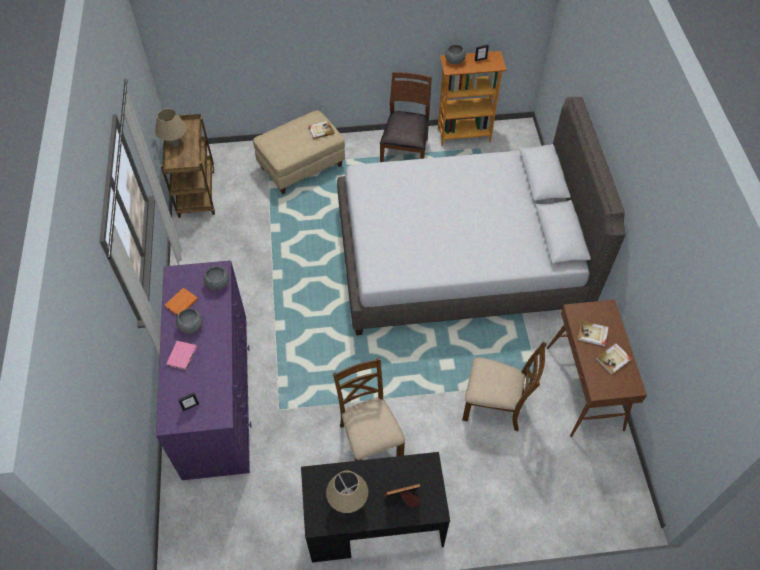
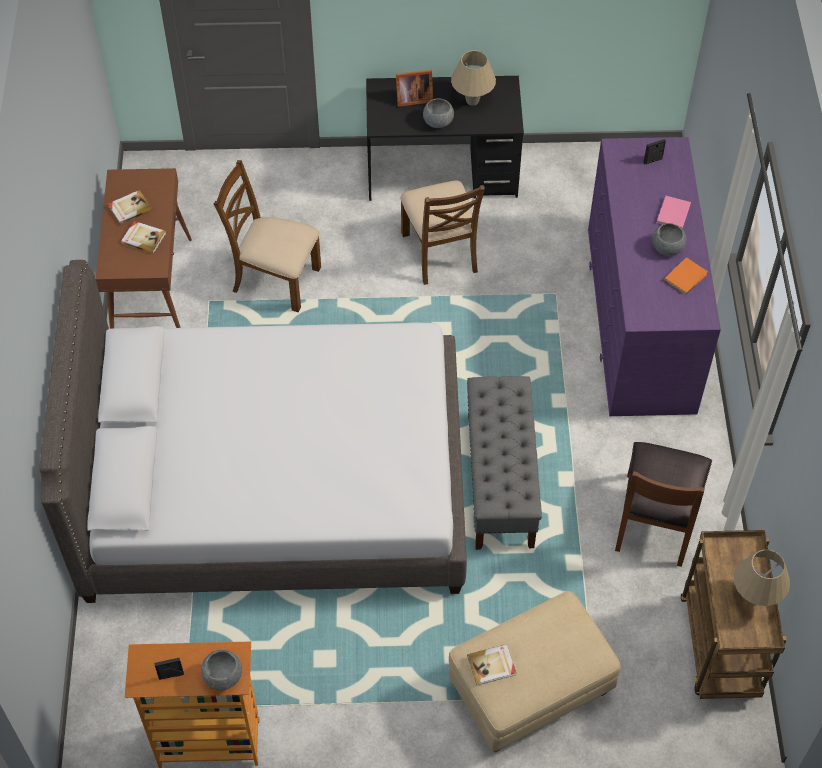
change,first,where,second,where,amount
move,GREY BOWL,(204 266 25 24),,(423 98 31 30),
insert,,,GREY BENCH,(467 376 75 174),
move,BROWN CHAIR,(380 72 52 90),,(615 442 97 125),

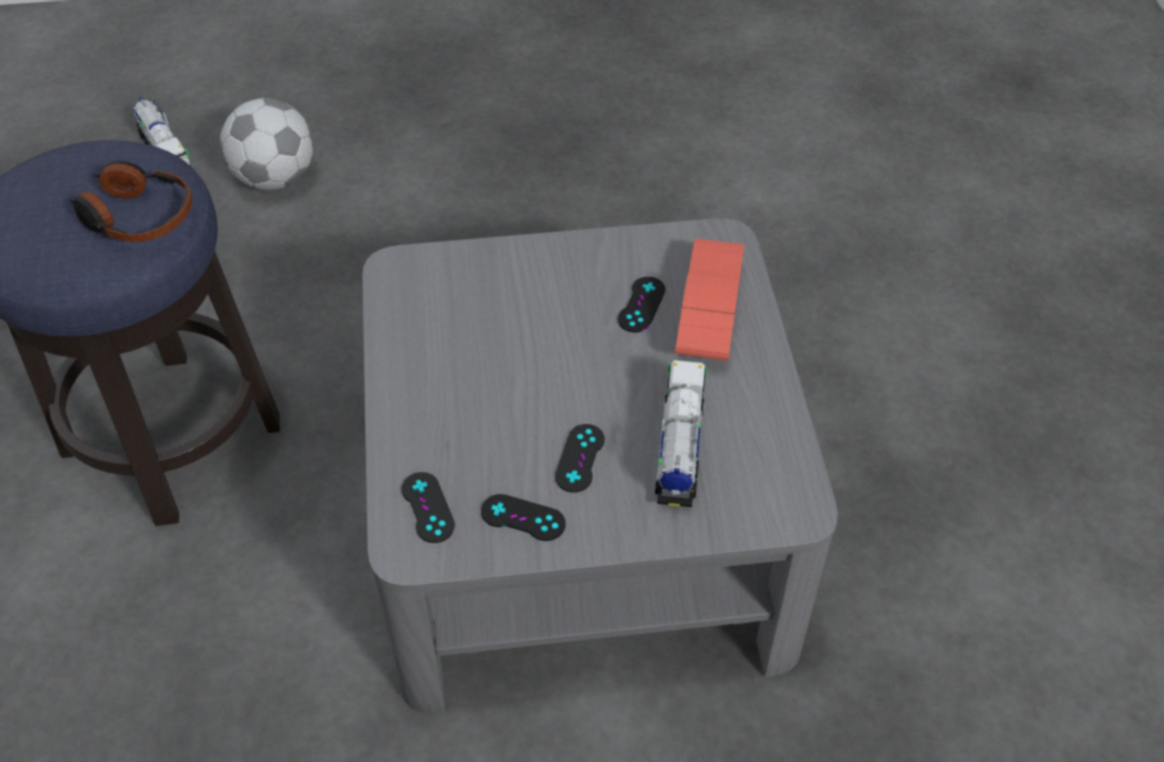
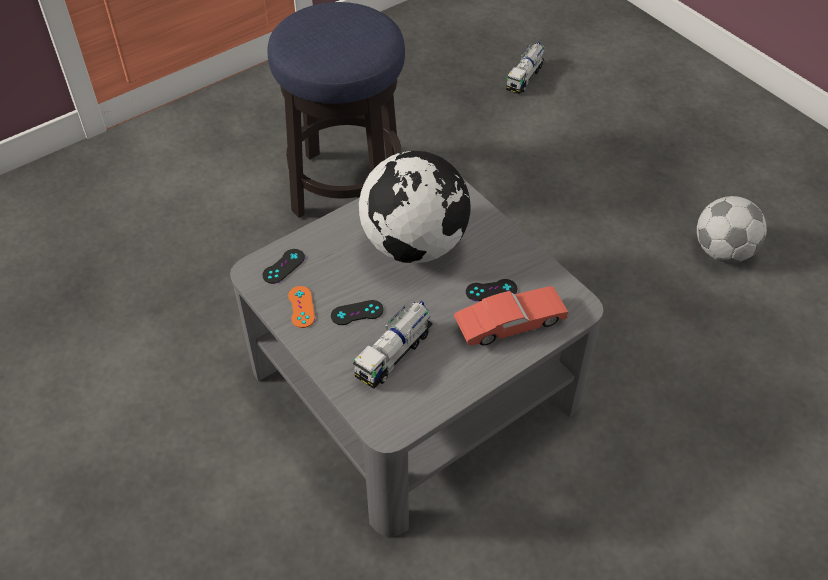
change,first,where,second,where,amount
recolor,BLACK GAME CONTROLLER,(481 494 85 47),ORANGE GAME CONTROLLER,(288 286 27 42),
rotate,TOY TRUCK,(655 360 52 147),,(353 301 80 88),150 degrees clockwise
insert,,,GLOBE,(359 150 112 113),
move,FOOTBALL,(220 98 93 92),,(697 196 70 67),
delete,HEADPHONES,(69 161 123 81),,,

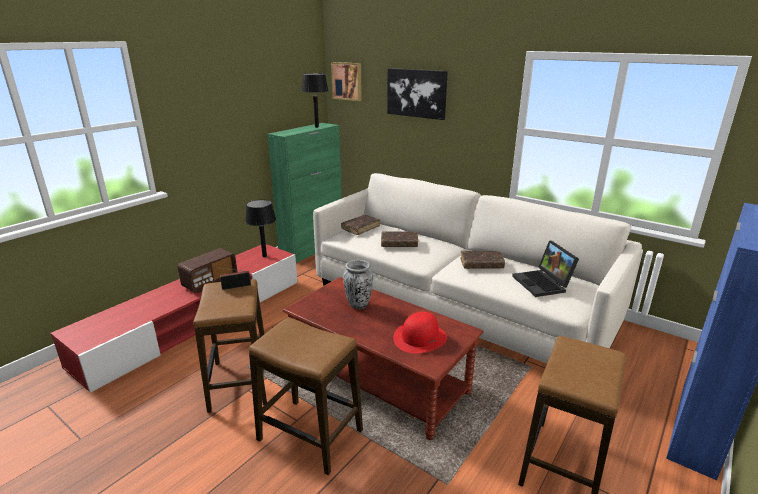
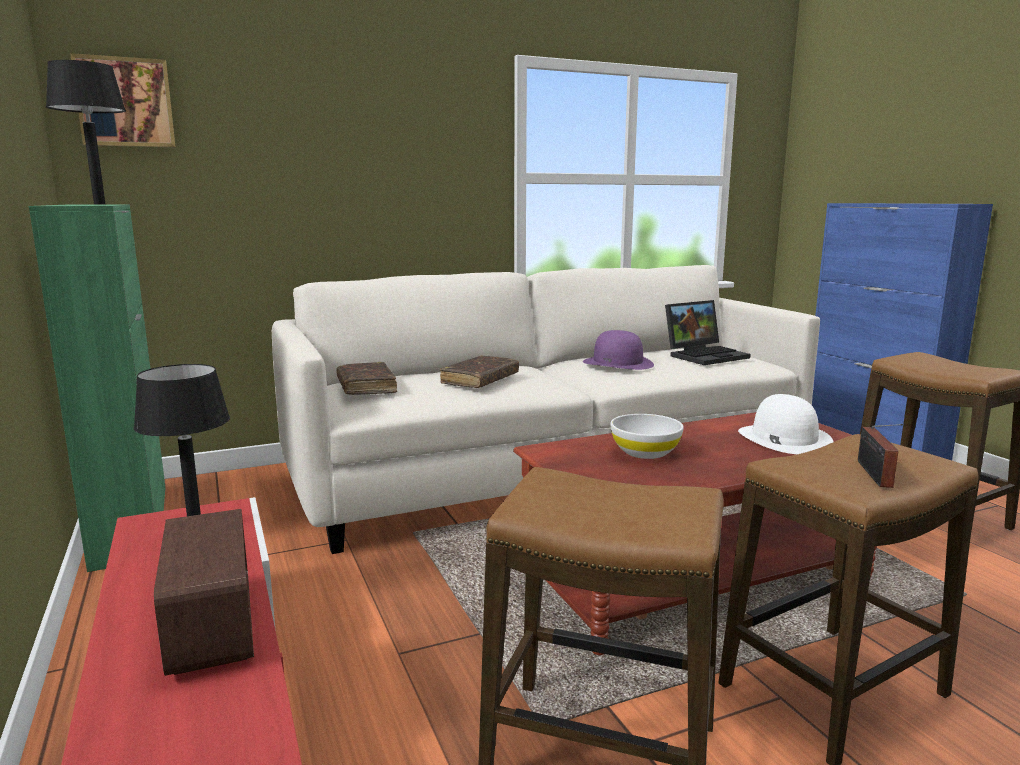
change,first,where,second,where,amount
replace,BROWN BOOK,(460 251 45 18),PURPLE HAT,(583 330 71 40),
replace,VASE,(343 260 30 49),WHITE BOWL,(610 414 74 45),
rotate,LAPTOP,(512 240 67 57),,(665 300 86 65),45 degrees counterclockwise
recolor,RED HAT,(393 312 54 42),WHITE HAT,(738 394 96 60),
move,RADIO,(215 267 36 23),,(858 424 45 64),
delete,PICTURE,(387 68 61 52),,,

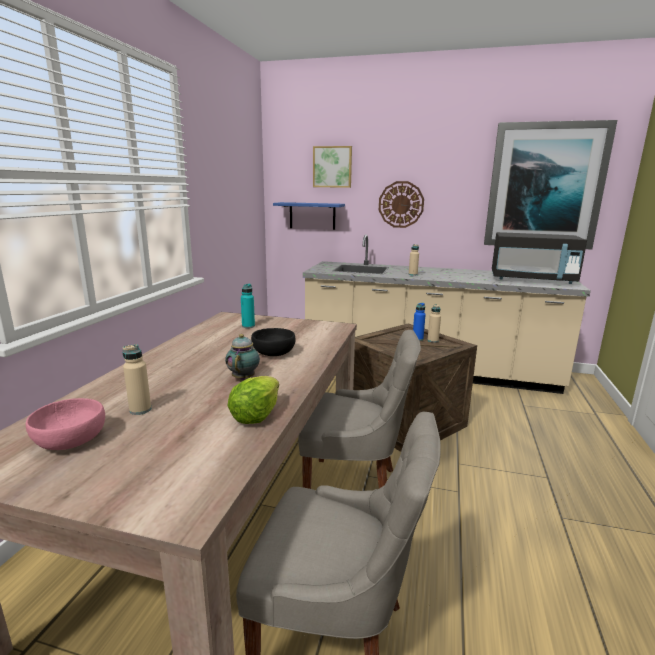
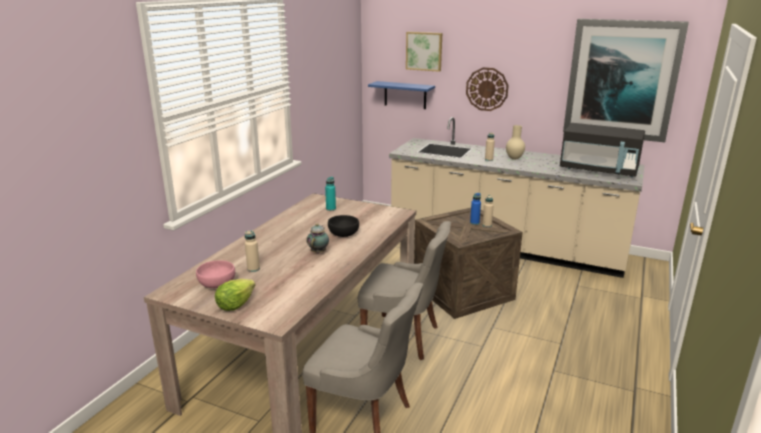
change,first,where,second,where,amount
move,LETTUCE,(228 376 51 48),,(215 279 40 32),
insert,,,BEIGE VASE,(506 125 19 35),

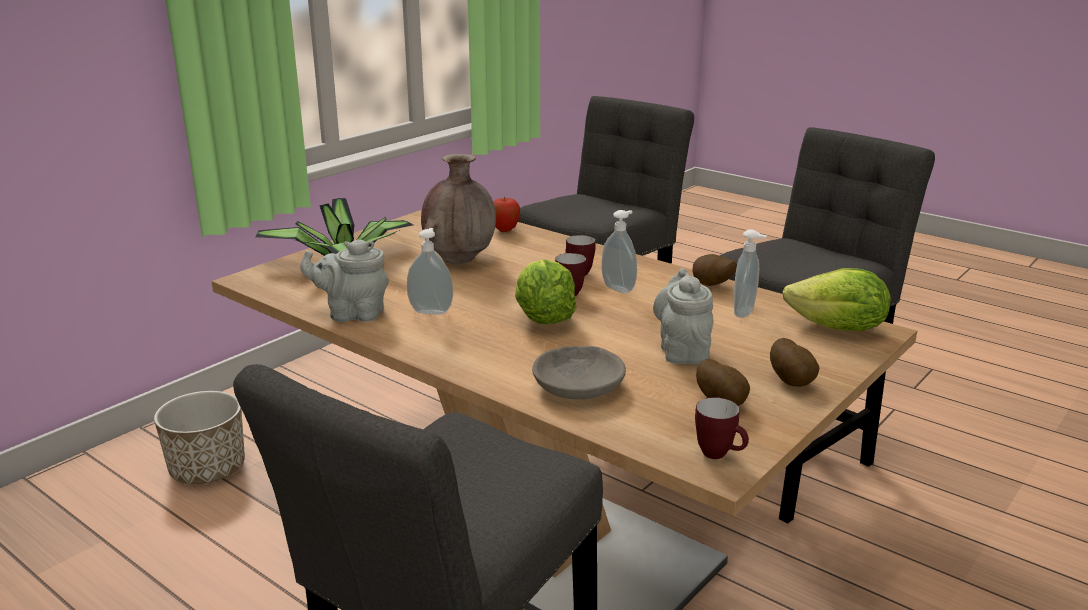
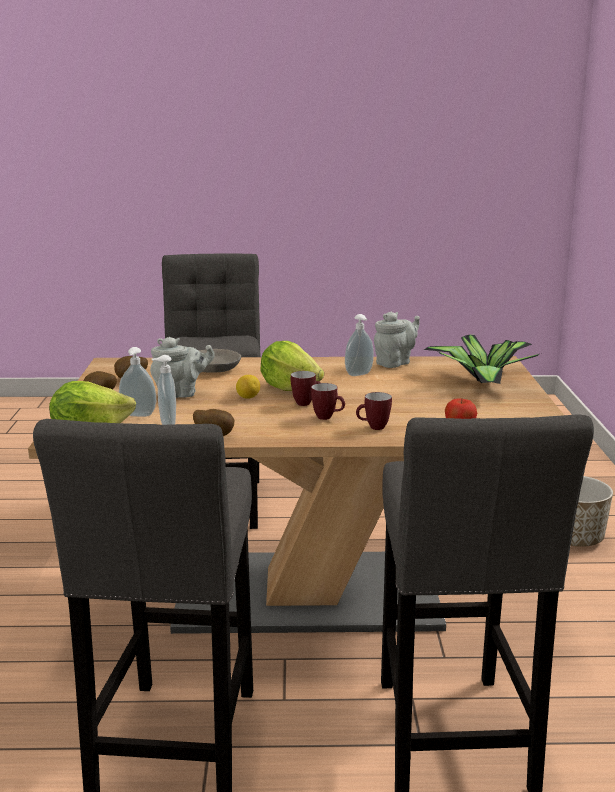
change,first,where,second,where,amount
move,SOAP DISPENSER,(601 210 36 83),,(119 347 37 70),
rotate,GREY TEAPOT,(653 268 60 96),,(150 337 65 61),60 degrees counterclockwise
insert,,,LEMON,(236 375 24 24),
move,MUG,(695 397 54 62),,(356 392 36 38),
delete,BROWN VASE,(421 154 75 110),,,

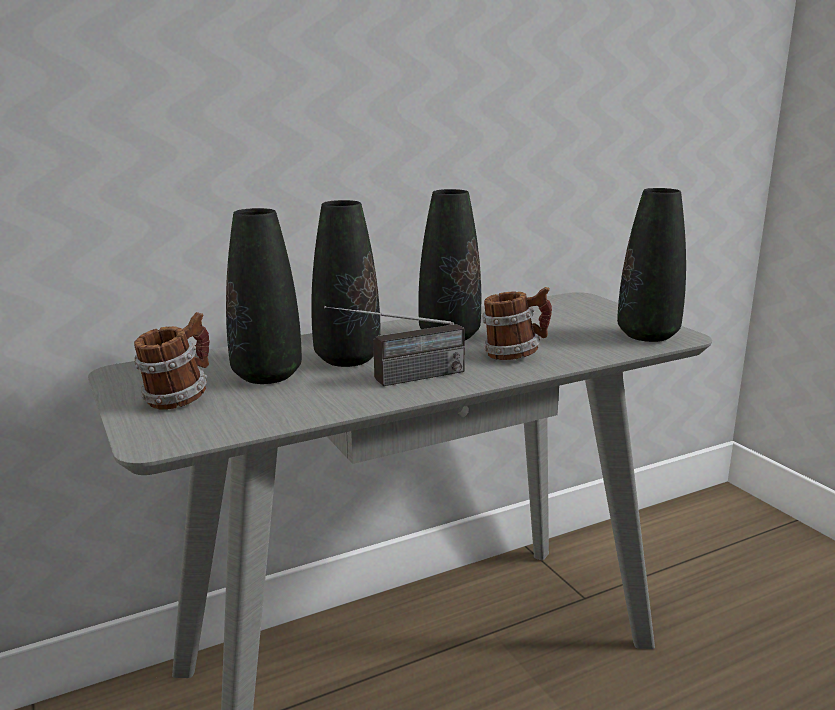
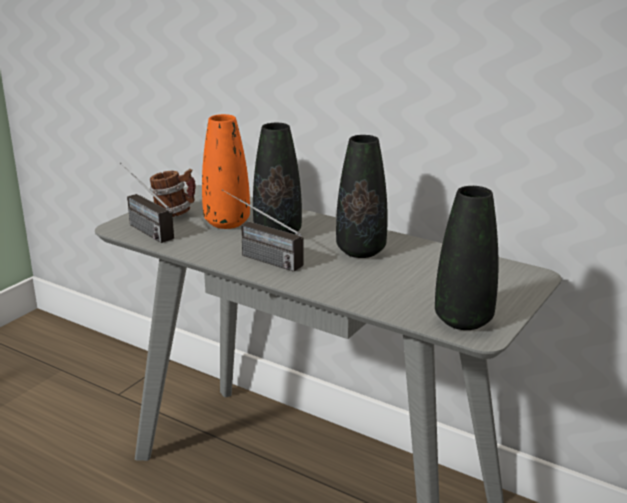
change,first,where,second,where,amount
insert,,,RADIO,(120 163 54 80),
recolor,BLACK VASE,(226 208 76 176),ORANGE VASE,(202 114 48 115),
delete,MUG,(482 287 70 73),,,

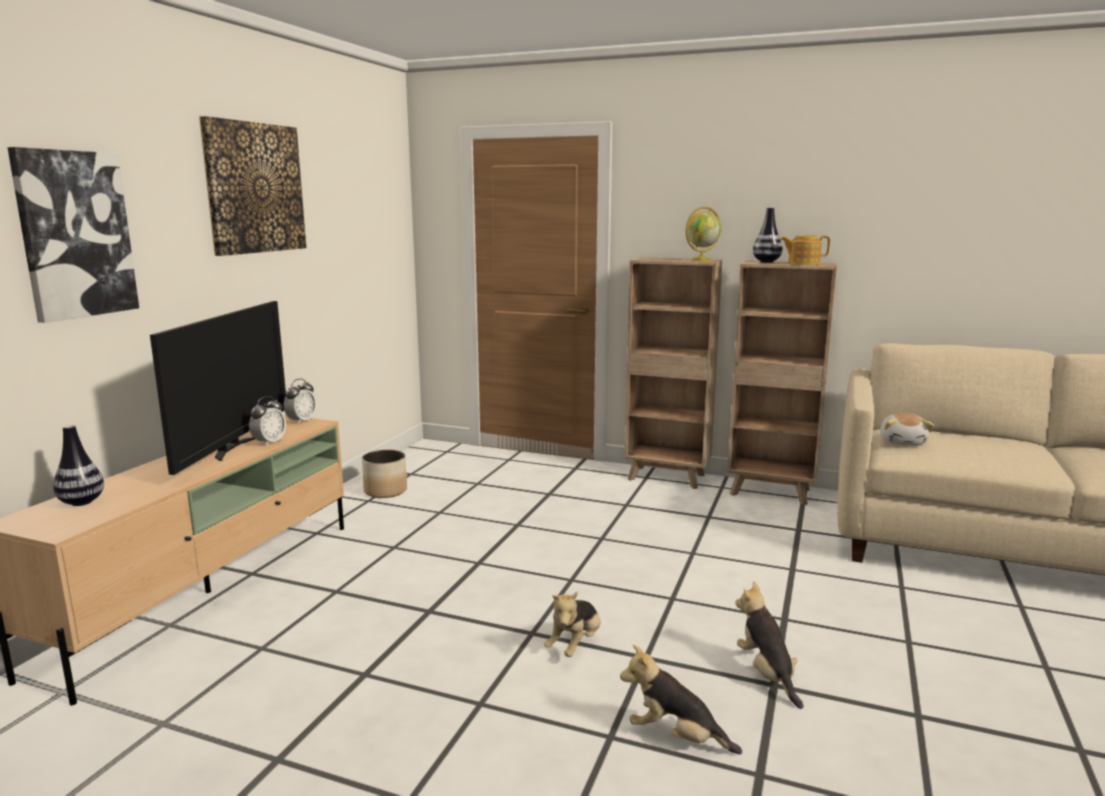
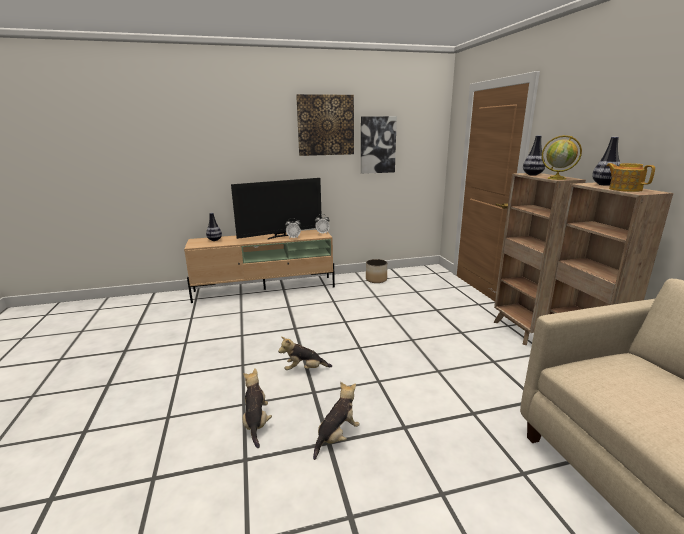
change,first,where,second,where,amount
move,PICTURE,(7 147 132 176),,(361 116 36 58),
insert,,,VASE,(523 135 22 41),
delete,PLUSH TOY,(880 413 54 33),,,

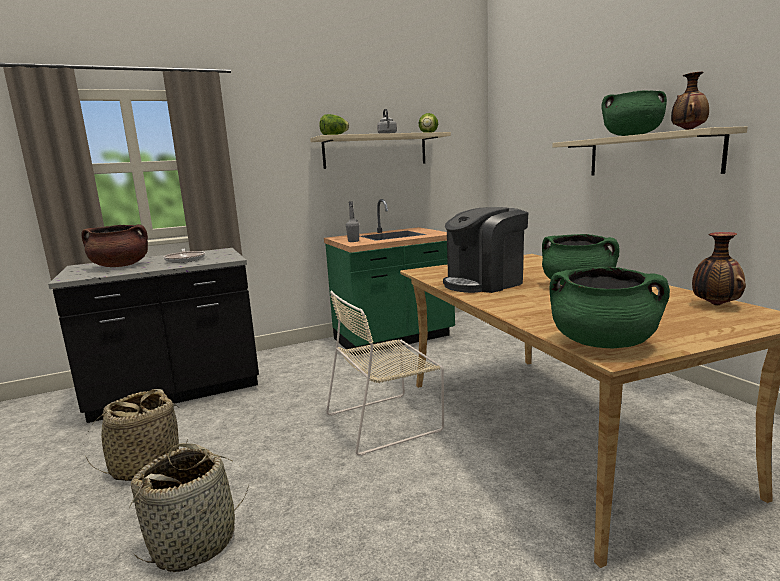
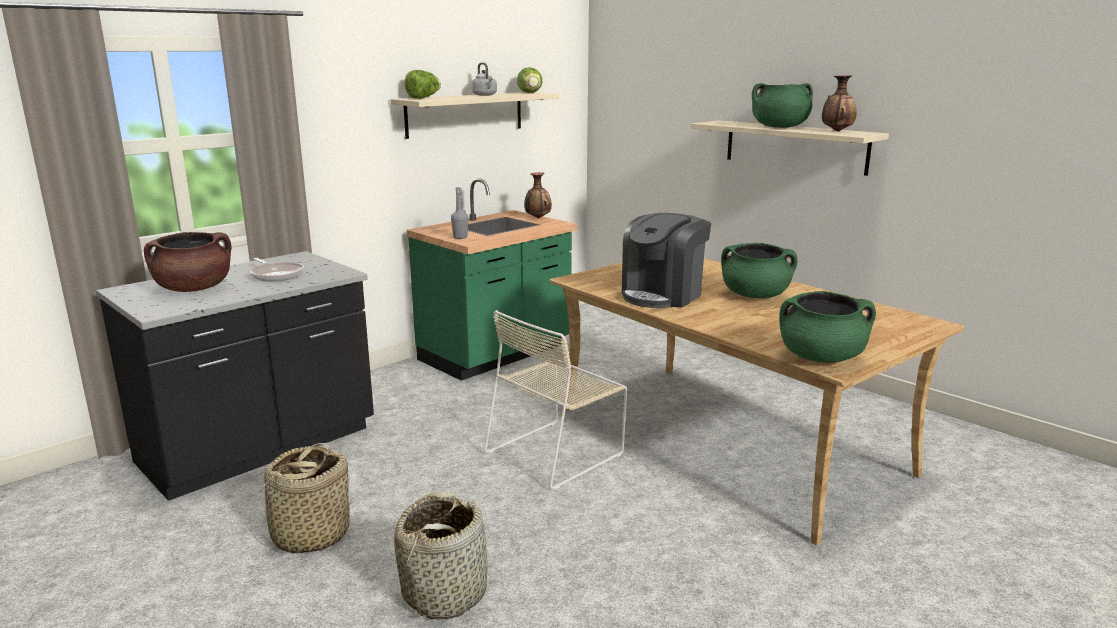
change,first,where,second,where,amount
move,VASE,(692 232 54 74),,(524 172 28 46),

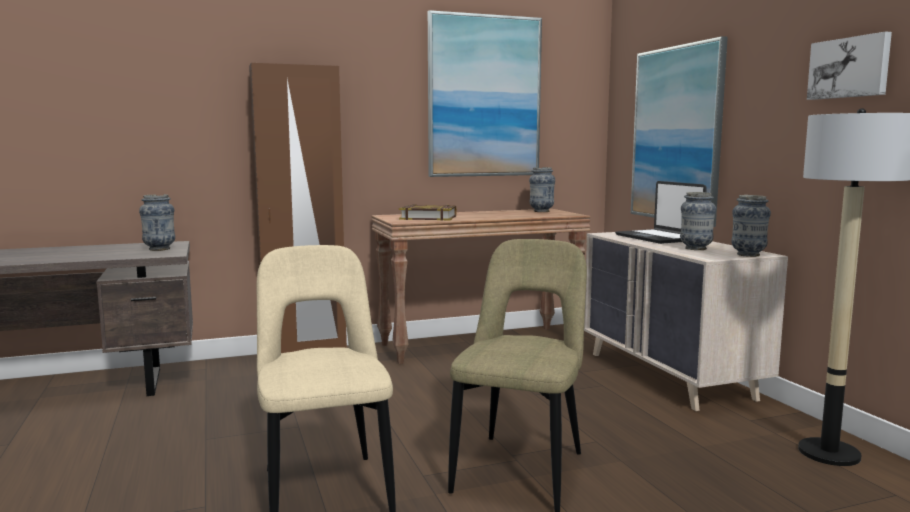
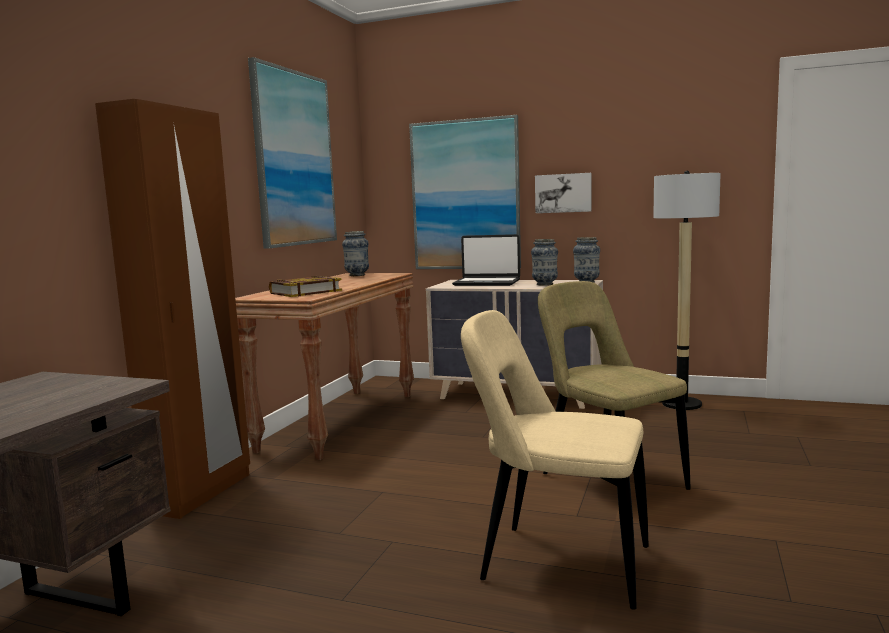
change,first,where,second,where,amount
move,PICTURE,(807 31 85 69),,(535 173 57 40),
delete,VASE,(139 194 36 57),,,

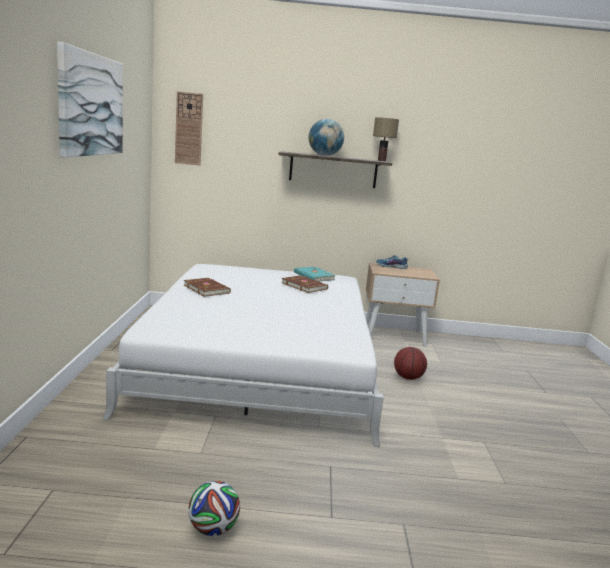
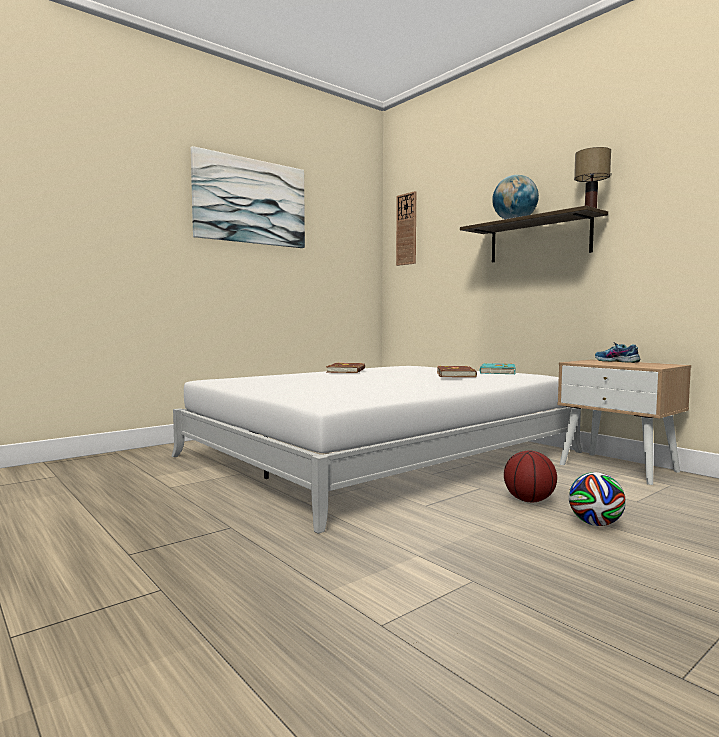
change,first,where,second,where,amount
move,FOOTBALL,(188 481 52 55),,(569 472 57 54),

